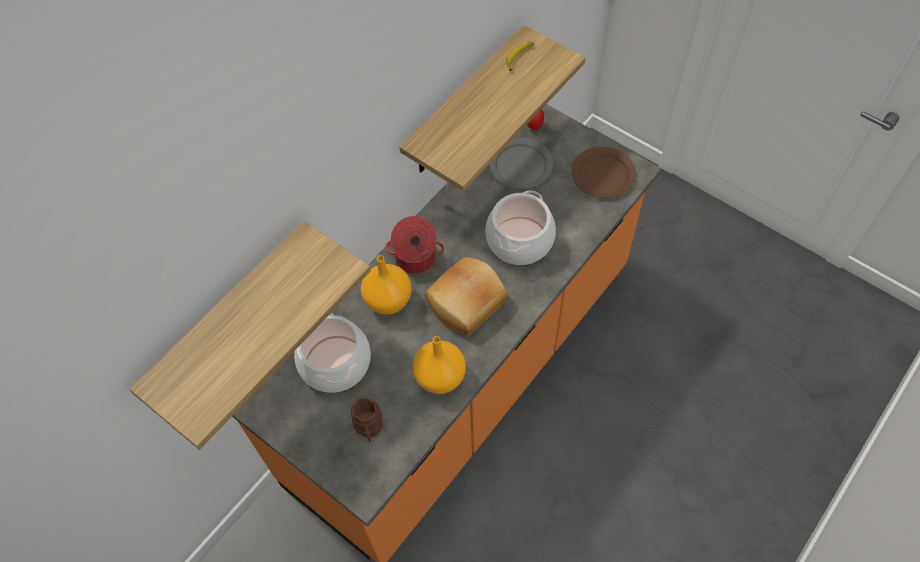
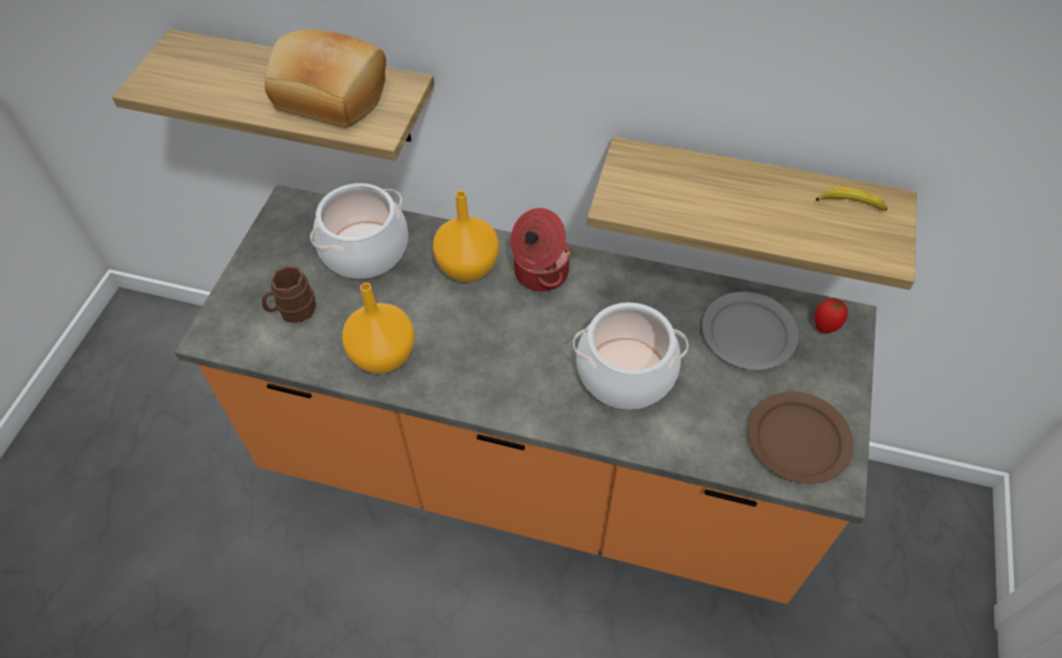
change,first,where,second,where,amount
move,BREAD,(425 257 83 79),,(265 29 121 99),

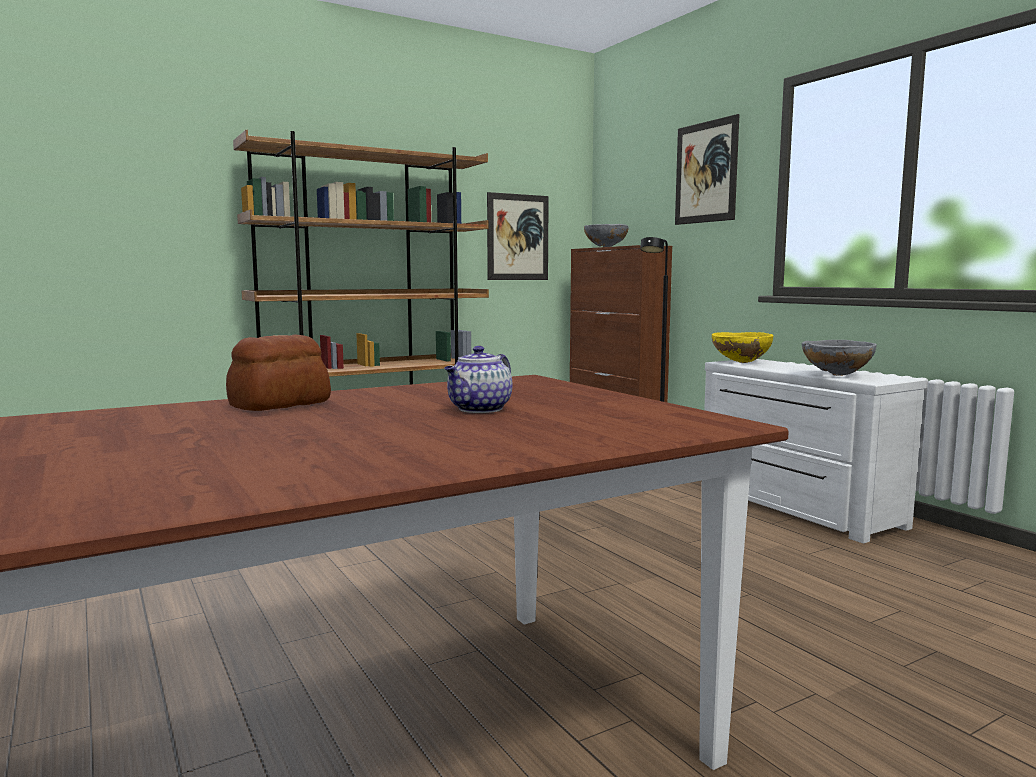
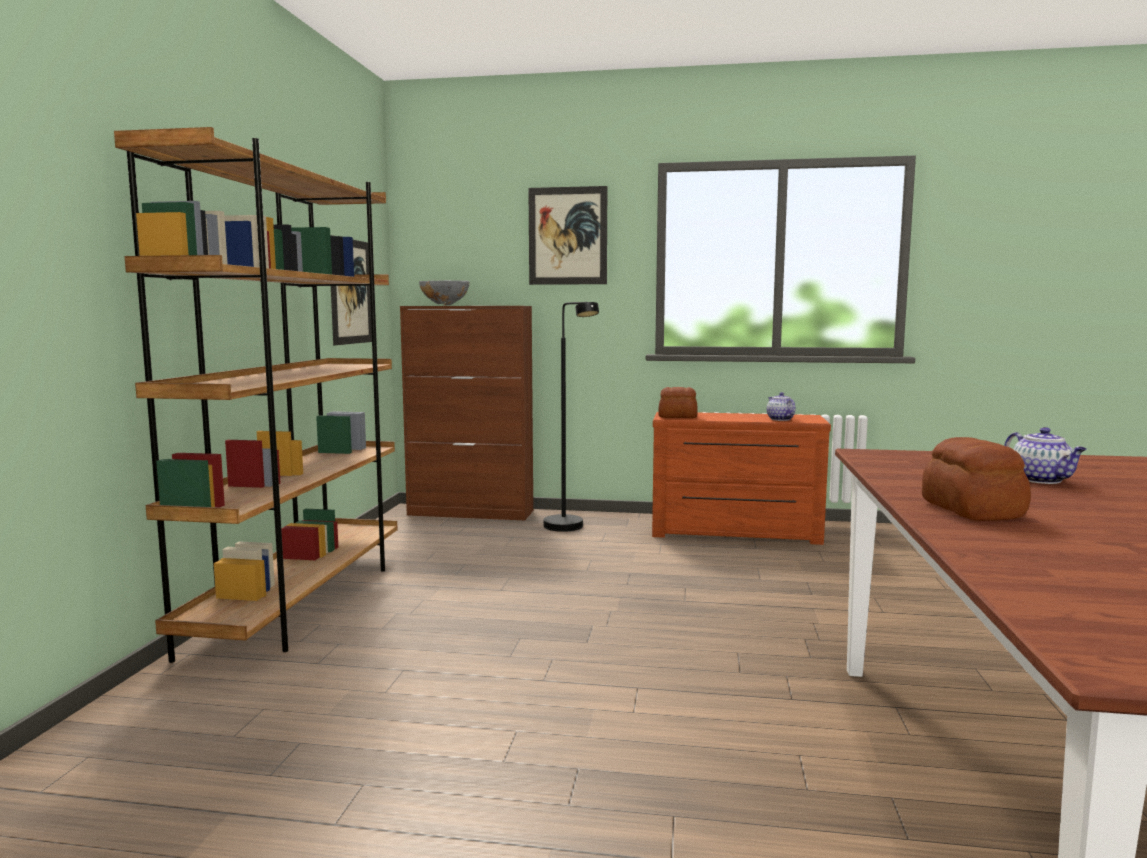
change,first,where,second,where,amount
recolor,WHITE DRESSER,(701 359 226 184),BROWN DRESSER,(652 412 179 133),
replace,YELLOW BOWL,(712 332 62 31),BREAD,(658 387 40 31),
replace,GREY BOWL,(802 340 75 36),TEAPOT,(767 392 29 29),

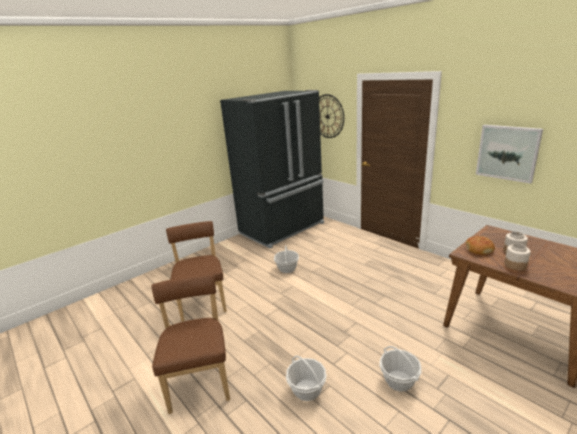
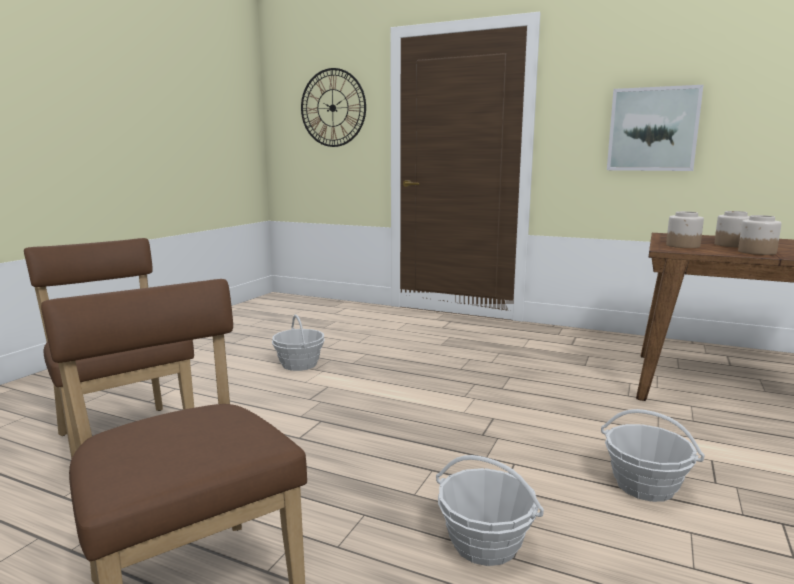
change,first,where,second,where,amount
replace,BREAD,(466 236 29 19),JAR,(666 211 38 37),
delete,BLACK FRIDGE,(220 90 104 159),,,

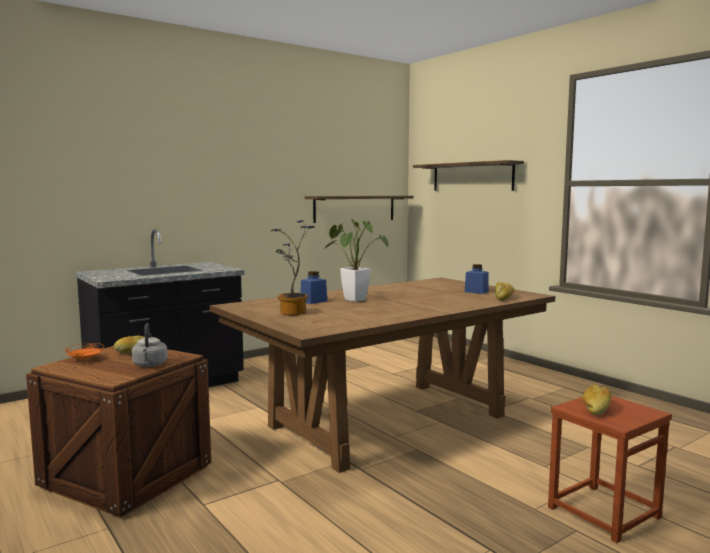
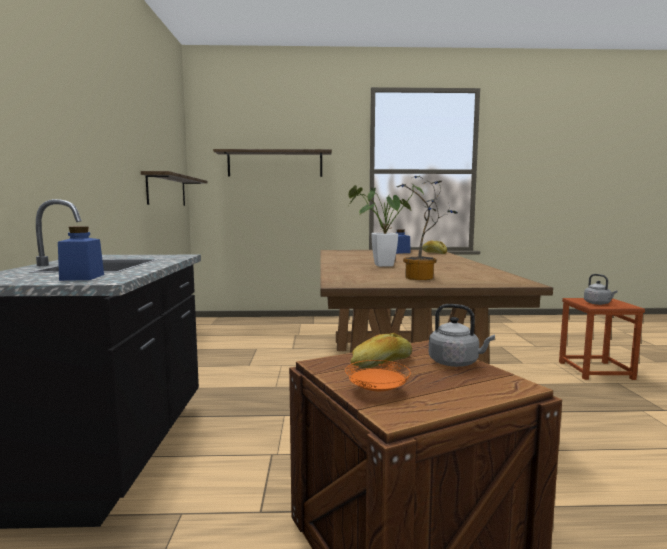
change,first,where,second,where,amount
move,BLUE JAR,(300 271 27 33),,(58 226 46 55),
replace,BREAD,(582 384 29 31),GREY KETTLE,(584 274 34 31),

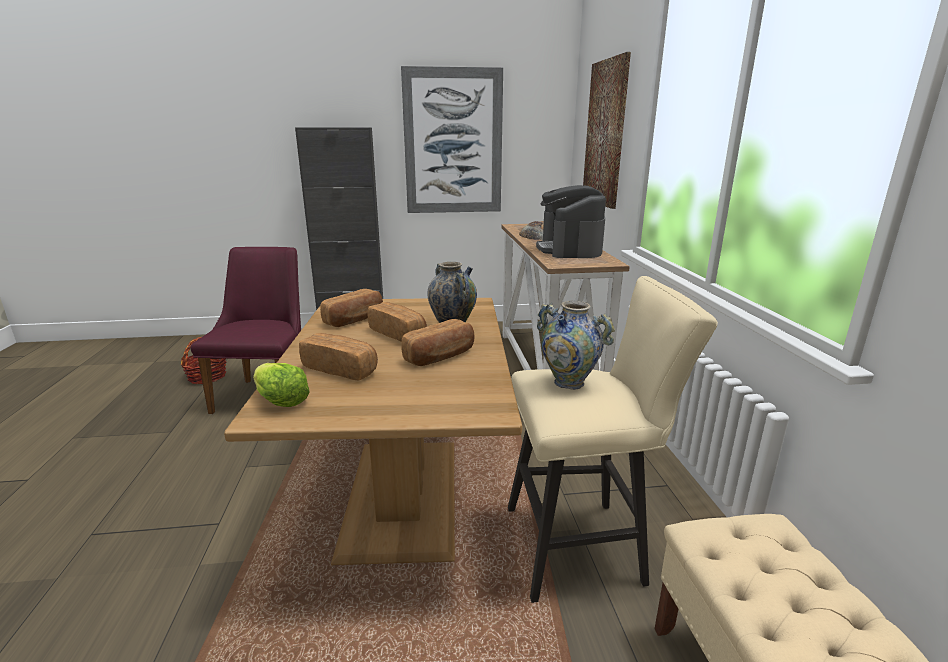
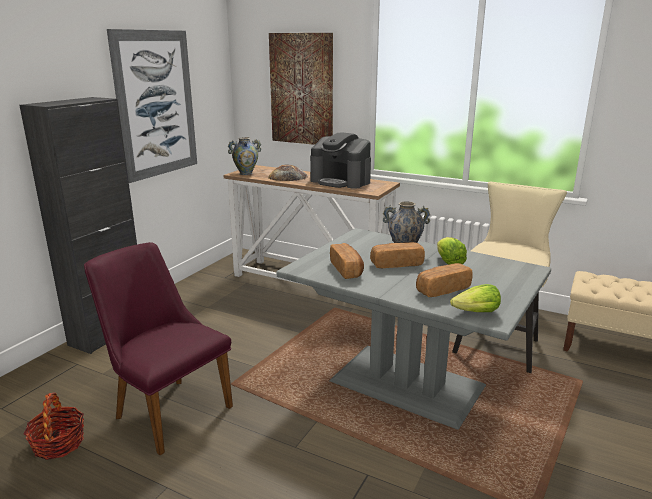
change,first,where,second,where,amount
move,VASE,(537 301 78 89),,(228 137 33 38),
recolor,BROWN DINING TABLE,(224 298 299 267),GREY DINING TABLE,(276 228 275 202),
replace,BREAD,(401 319 74 47),LETTUCE,(437 237 30 28),

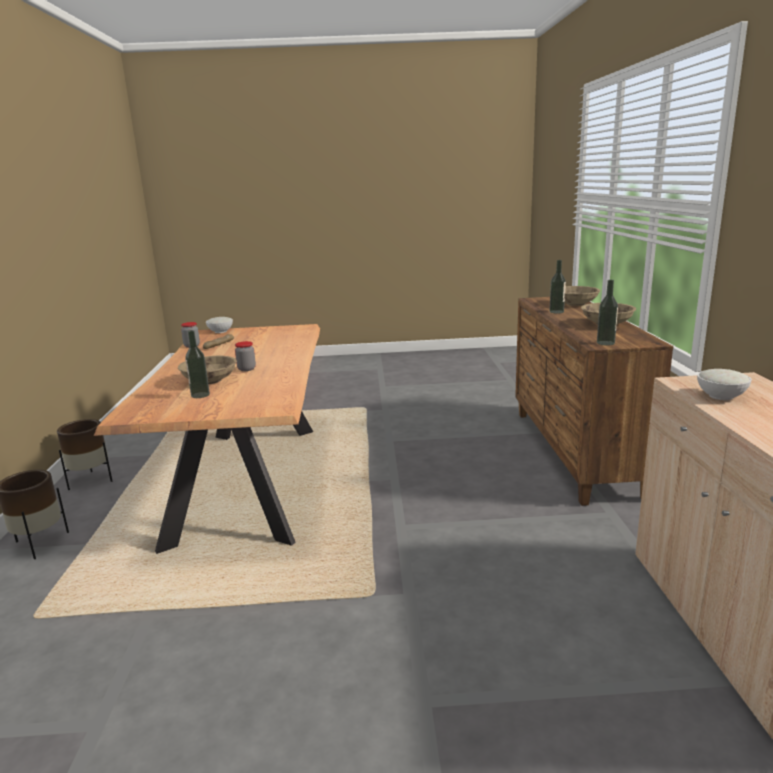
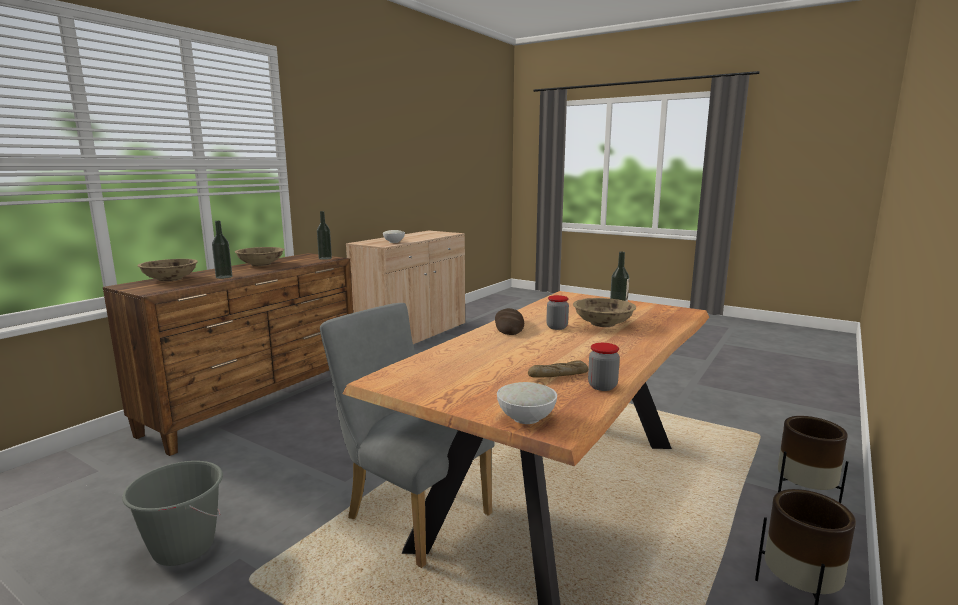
change,first,where,second,where,amount
insert,,,GREY BUCKET,(122 461 101 105),
insert,,,GREY CHAIR,(320 303 174 265),
insert,,,BREAD,(495 308 29 27),

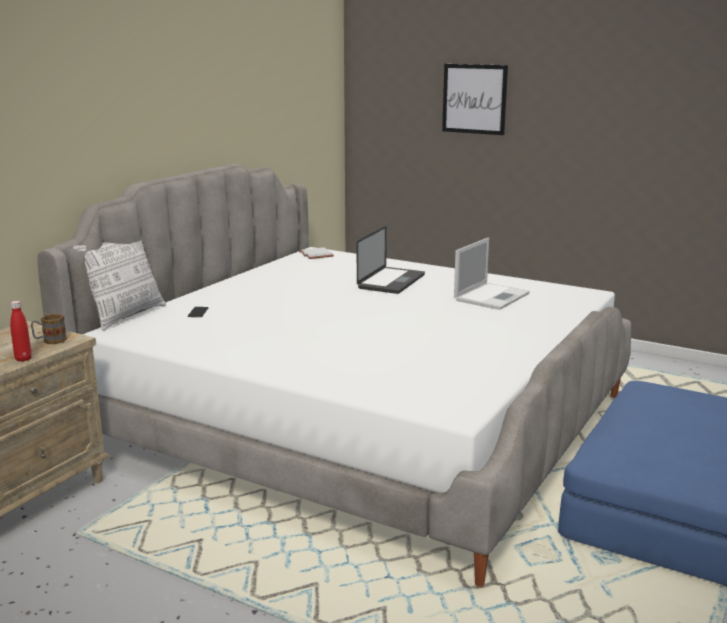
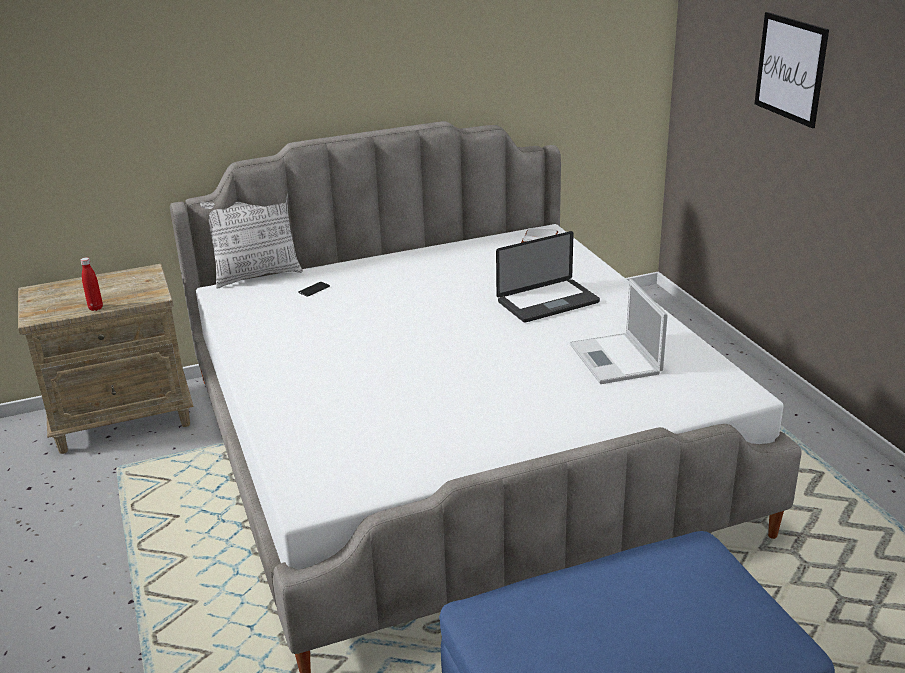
change,first,where,second,where,amount
rotate,LAPTOP,(454 238 76 72),,(570 279 98 105),90 degrees clockwise
delete,MUG,(31 314 36 30),,,

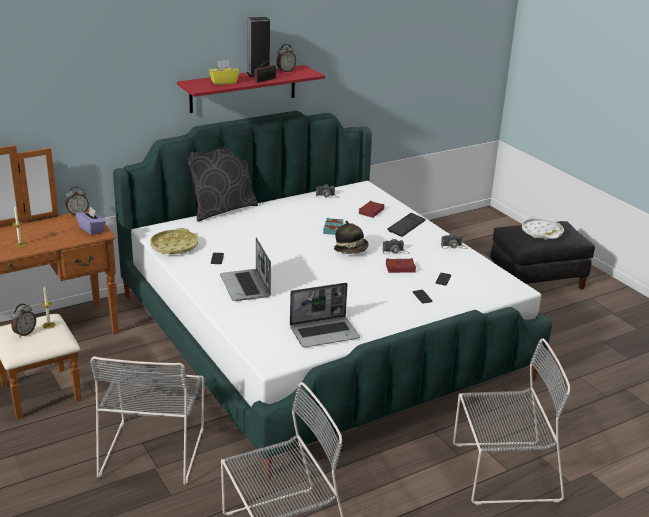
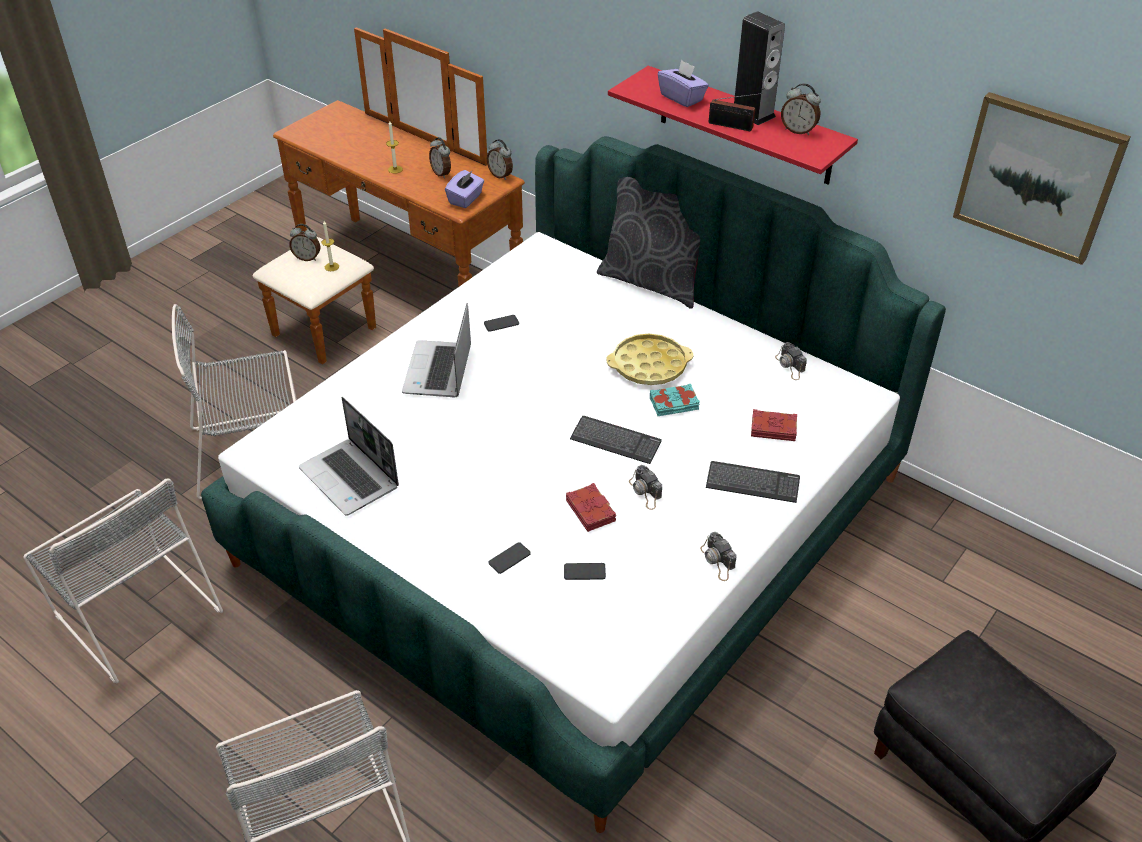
change,first,where,second,where,amount
rotate,LAPTOP,(220 238 51 63),,(402 303 69 95),45 degrees counterclockwise
insert,,,ALARM CLOCK,(429 137 22 42),
replace,HAT,(334 220 35 34),KEYBOARD,(570 416 92 48),
move,YELLOW TRAY,(150 228 48 26),,(607 334 87 51),
recolor,YELLOW TISSUE BOX,(209 60 30 25),PURPLE TISSUE BOX,(658 59 51 48),
insert,,,PICTURE,(953 92 178 173),
delete,WHITE TRAY,(522 217 42 23),,,

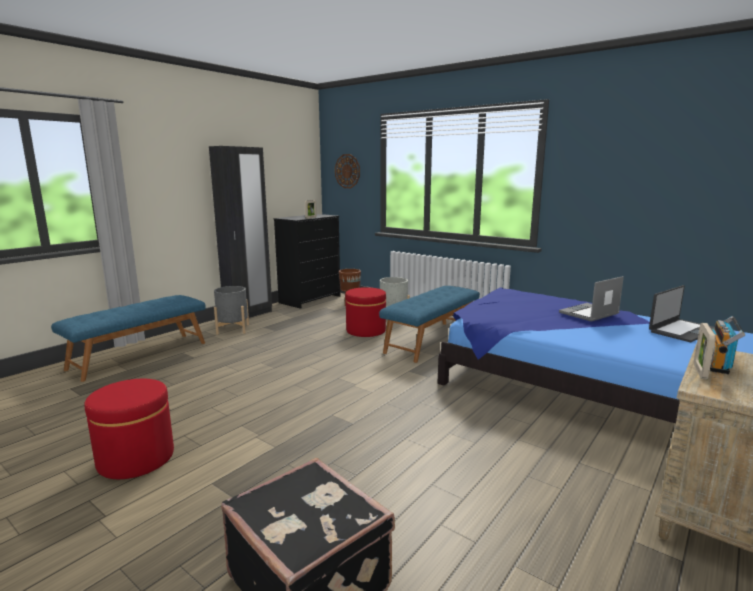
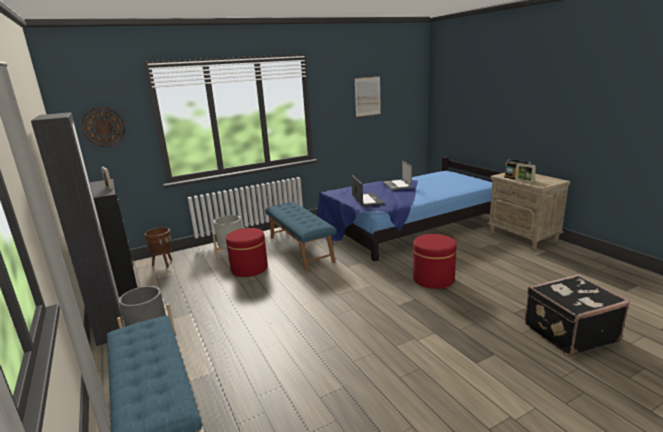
change,first,where,second,where,amount
move,LAPTOP,(649 285 66 58),,(351 175 34 32),
insert,,,PICTURE,(355 76 26 41),
move,RED OTTOMAN,(84 379 90 100),,(413 234 44 55),

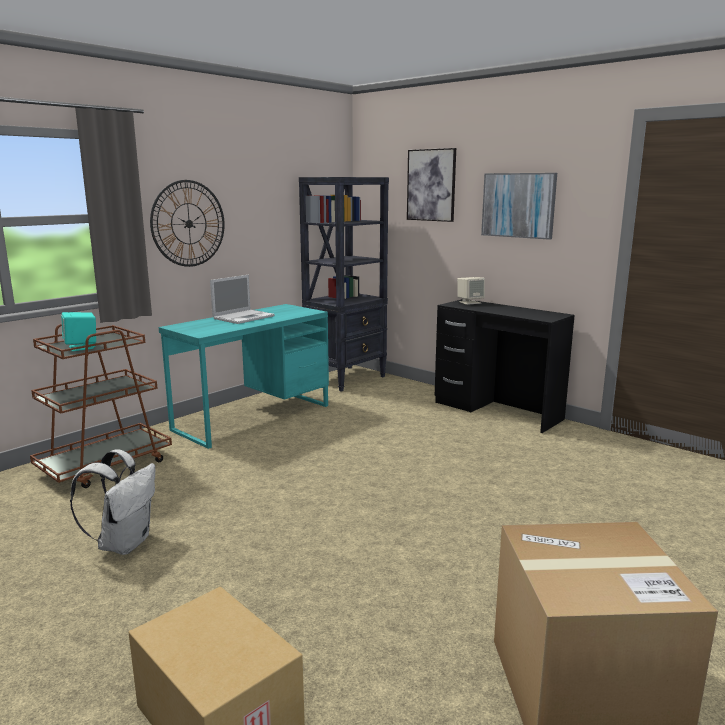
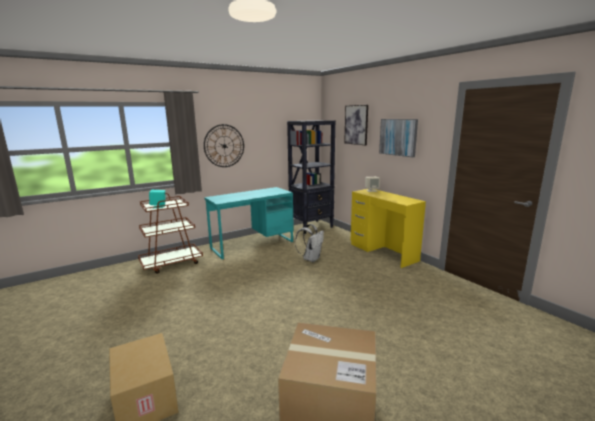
change,first,where,second,where,amount
move,WHITE BACKPACK,(70 449 85 106),,(295 224 29 38),
recolor,BLACK DESK,(435 299 140 134),YELLOW DESK,(351 189 75 79),
delete,LAPTOP,(210 275 65 49),,,

